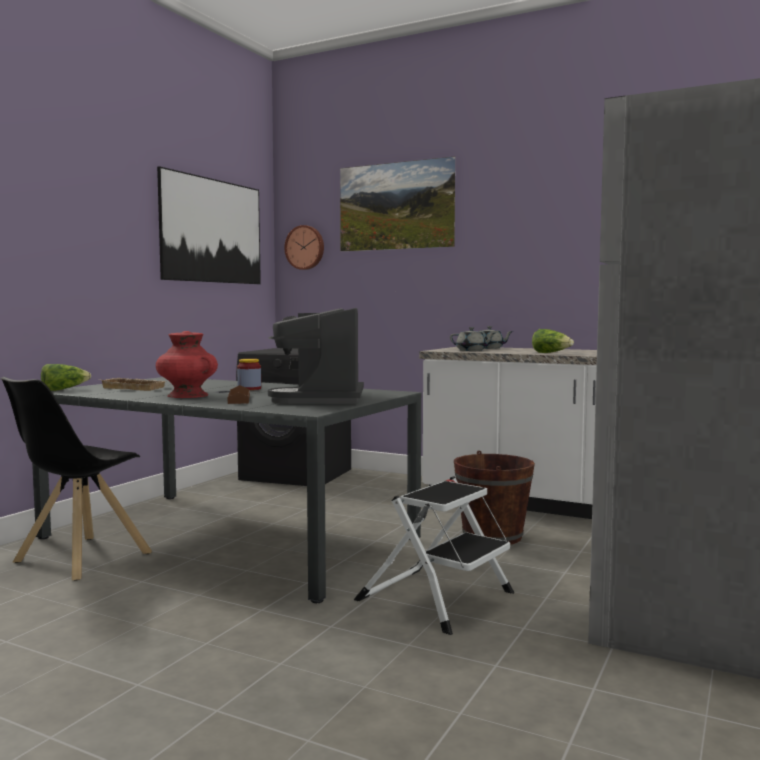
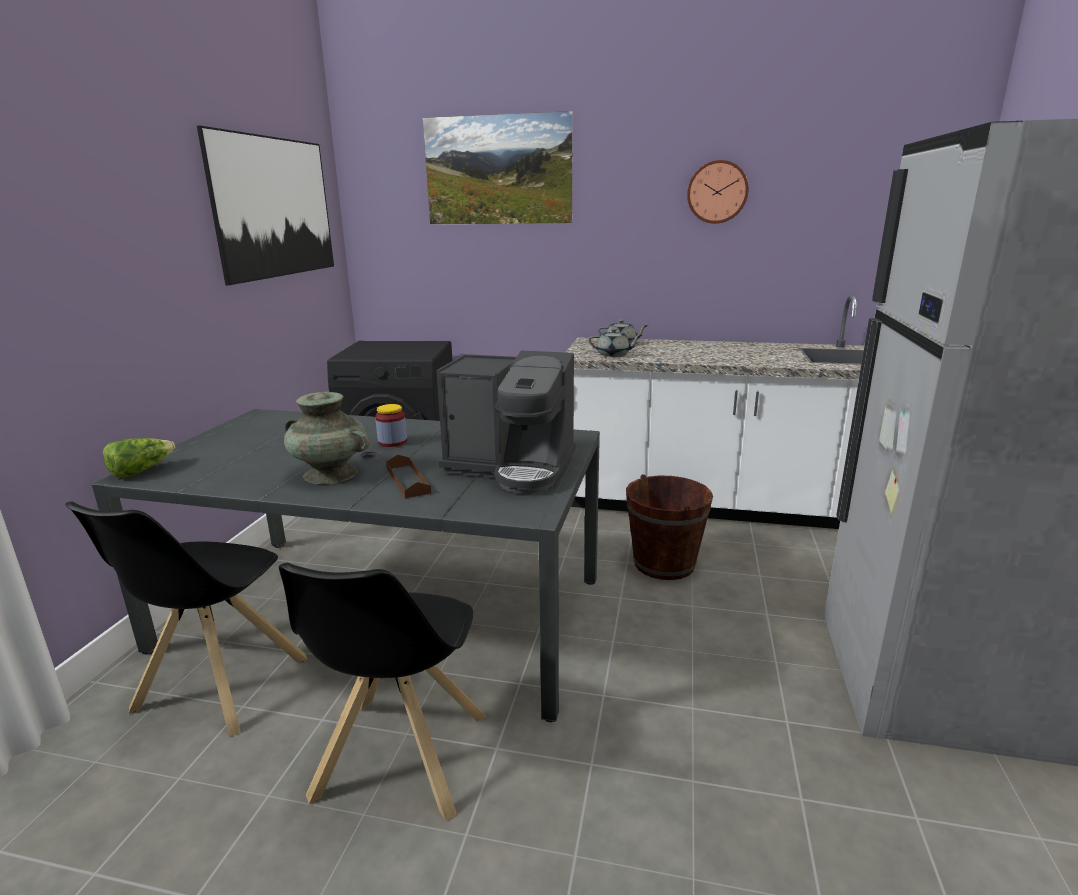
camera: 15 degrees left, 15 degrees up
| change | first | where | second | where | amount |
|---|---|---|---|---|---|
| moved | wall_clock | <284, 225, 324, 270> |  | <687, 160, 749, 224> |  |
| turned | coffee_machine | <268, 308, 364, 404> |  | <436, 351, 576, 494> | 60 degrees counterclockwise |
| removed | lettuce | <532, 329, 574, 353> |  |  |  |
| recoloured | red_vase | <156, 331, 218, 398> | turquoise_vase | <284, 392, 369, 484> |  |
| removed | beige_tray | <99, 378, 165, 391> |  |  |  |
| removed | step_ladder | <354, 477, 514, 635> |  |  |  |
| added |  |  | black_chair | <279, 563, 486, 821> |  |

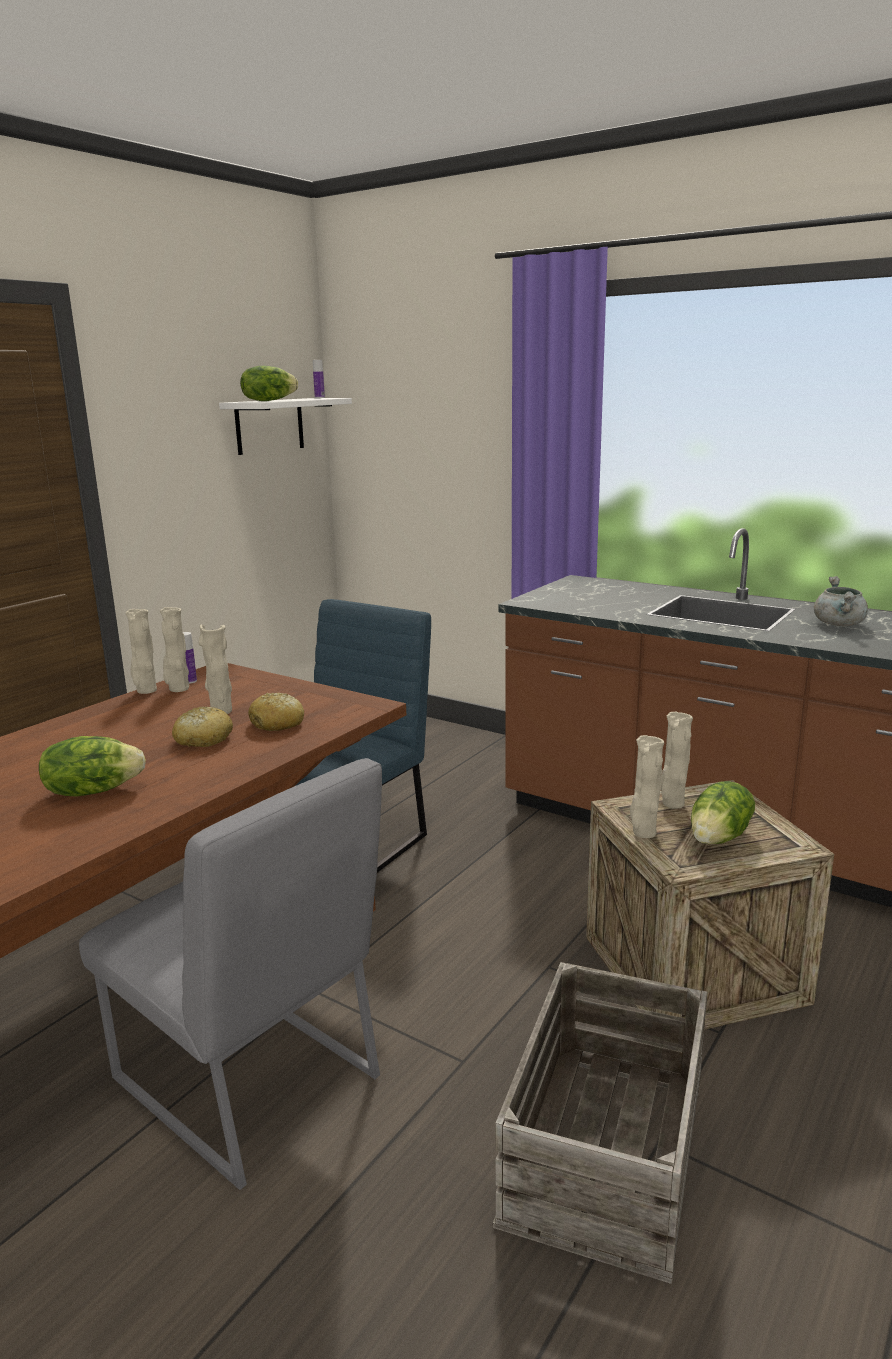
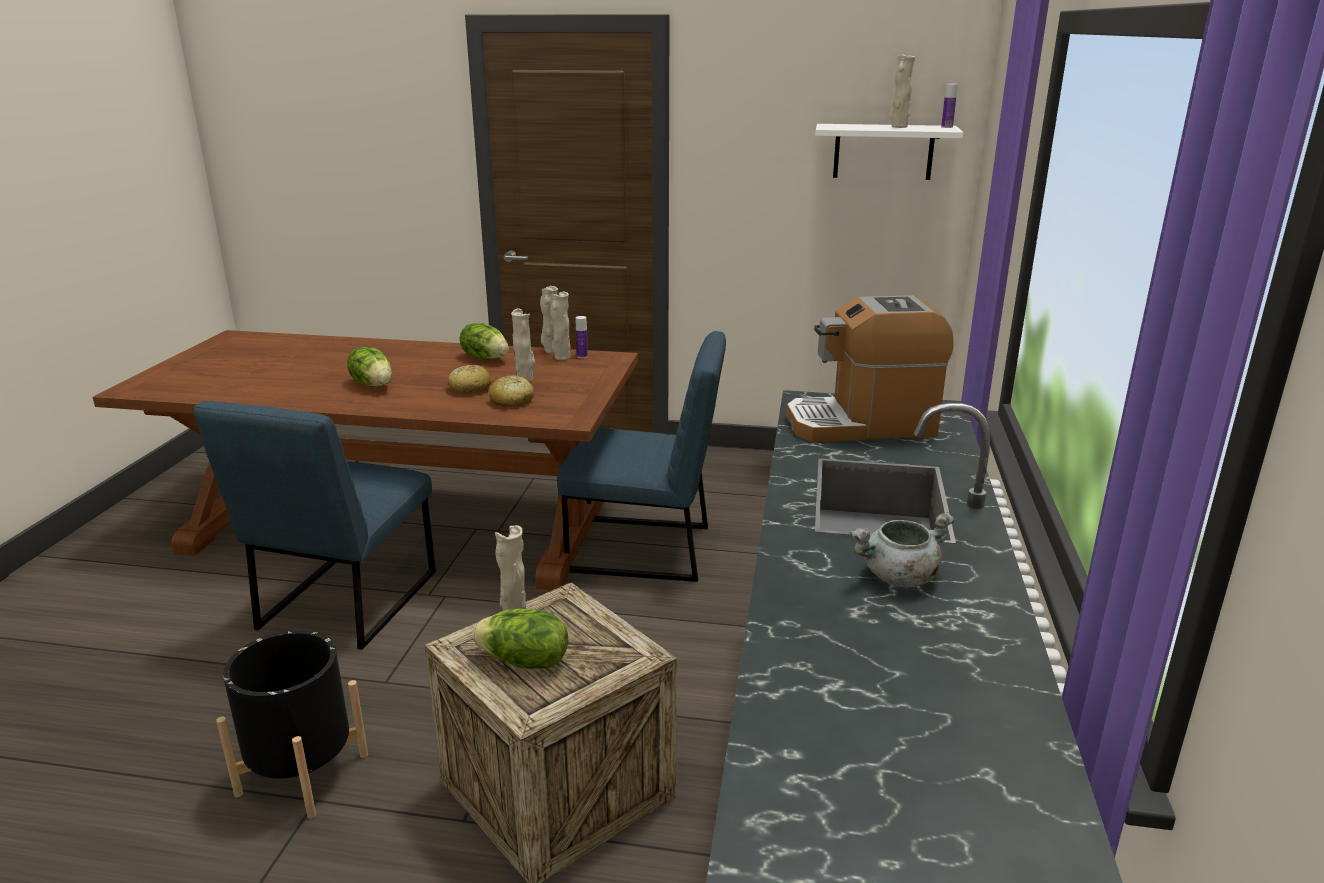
camera: 65 degrees right, 5 degrees up
| change | first | where | second | where | amount |
|---|---|---|---|---|---|
| moved | lettuce | <240, 366, 298, 401> |  | <460, 323, 509, 360> |  |
| moved | beige_vase | <661, 712, 693, 809> |  | <890, 54, 915, 128> |  |
| recoloured | grey_chair | <79, 758, 382, 1190> | blue_chair | <193, 401, 436, 650> |  |
| replaced | crate | <493, 962, 707, 1284> | black_planter | <216, 630, 368, 818> |  |
| added |  |  | coffee_machine | <786, 295, 954, 442> |  |

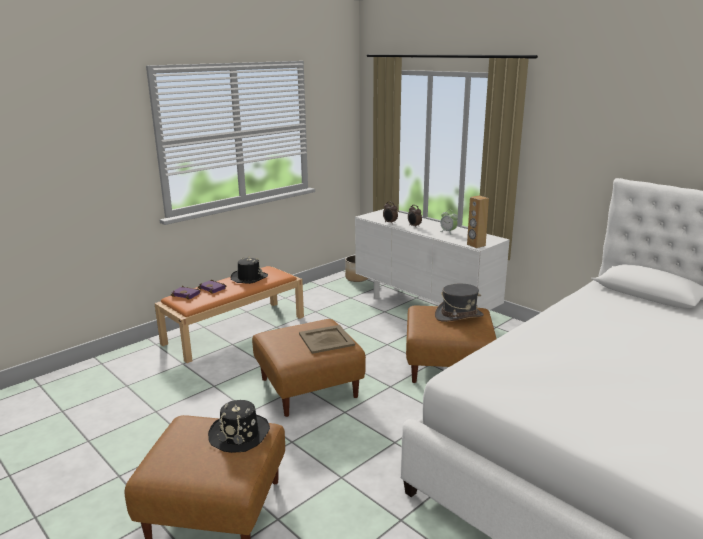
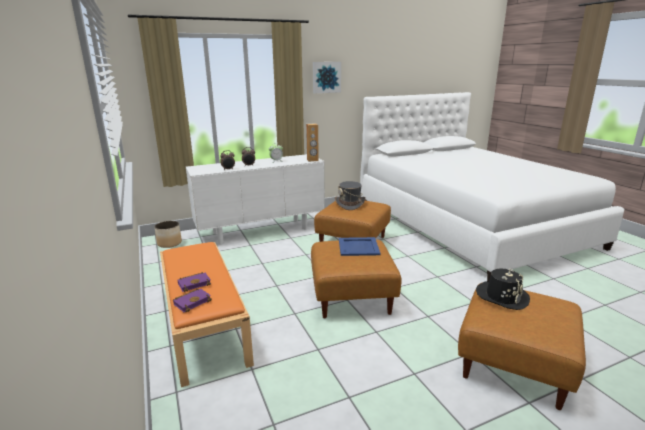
camera: 70 degrees left, 0 degrees up
| change | first | where | second | where | amount |
|---|---|---|---|---|---|
| removed | black_hat | <231, 257, 268, 284> |  |  |  |
| recoloured | beige_tray | <299, 325, 355, 354> | blue_tray | <339, 237, 381, 256> |  |
| added |  |  | picture | <313, 62, 341, 93> |  |

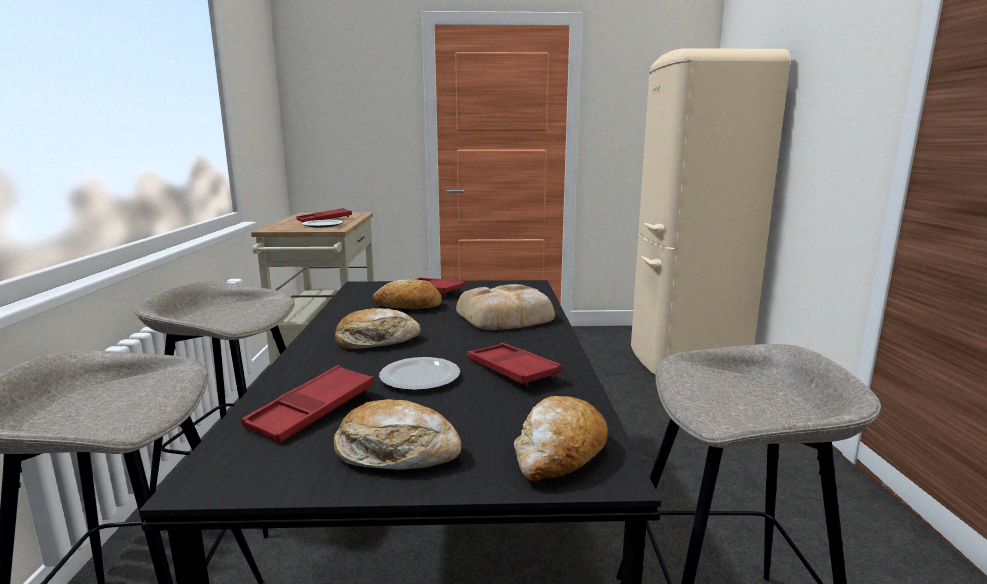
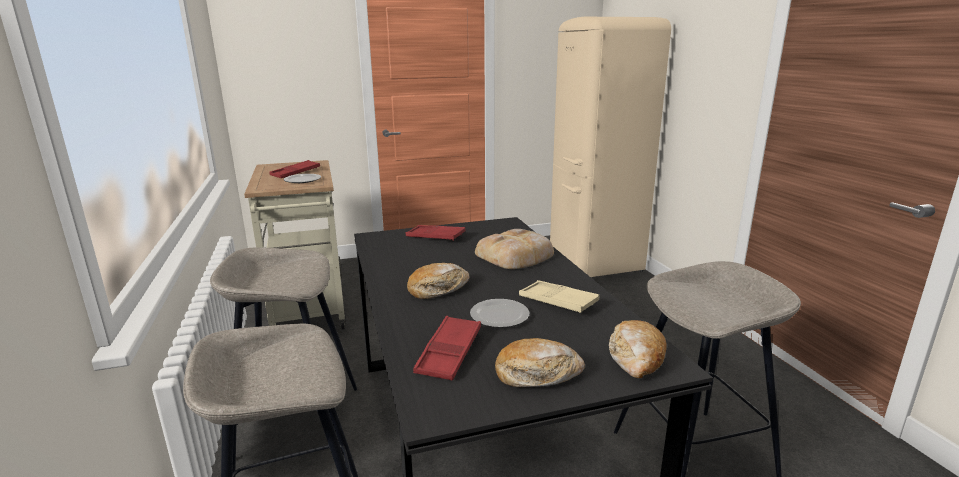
camera: 15 degrees left, 5 degrees up
| change | first | where | second | where | amount |
|---|---|---|---|---|---|
| removed | bread | <373, 280, 442, 309> |  |  |  |
| recoloured | red_tray | <467, 343, 562, 386> | beige_tray | <519, 280, 599, 313> |  |

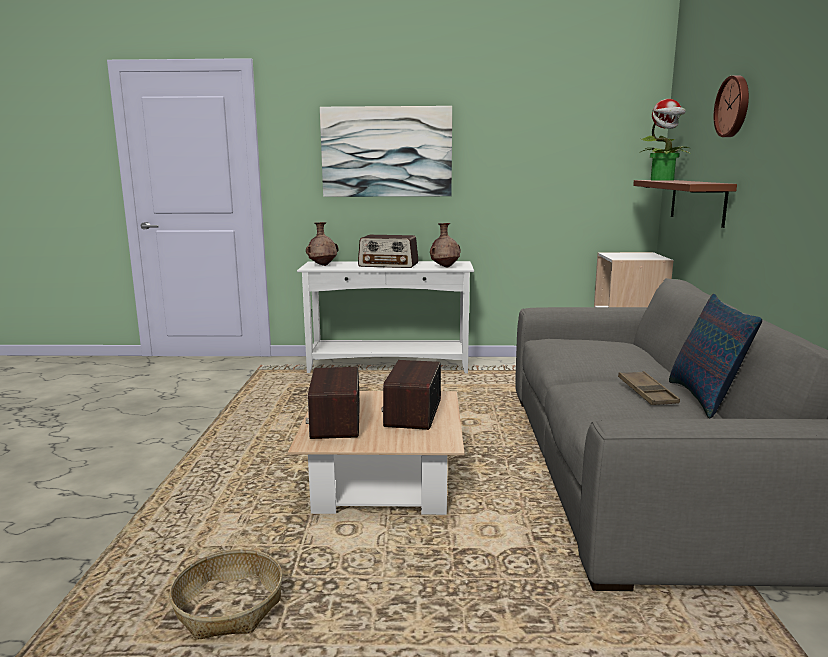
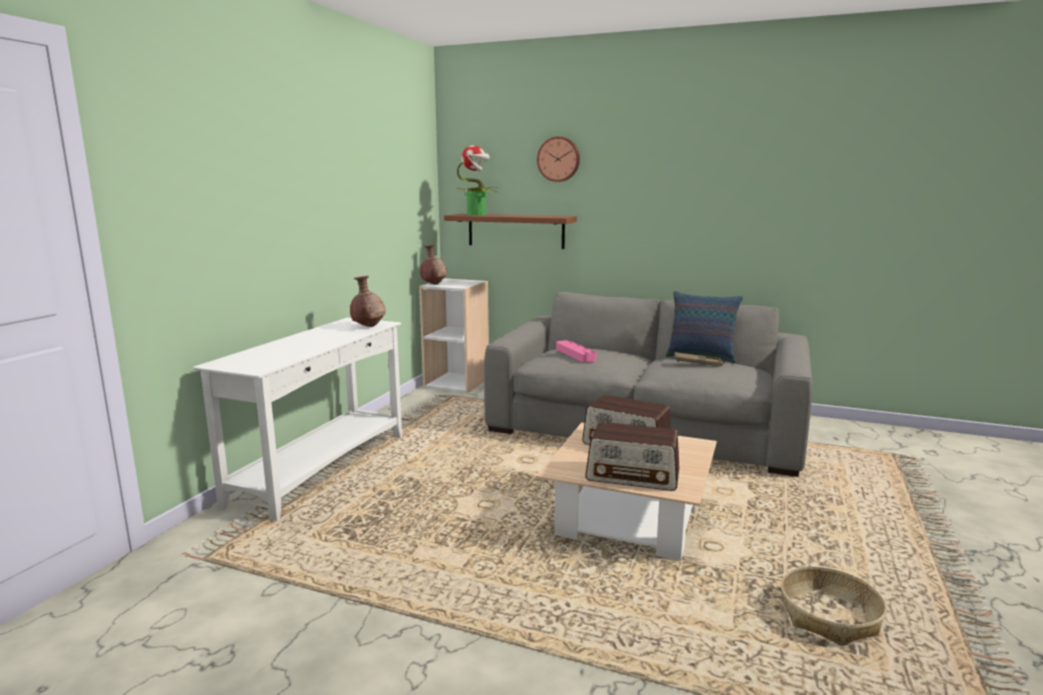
camera: 70 degrees left, 0 degrees up
| change | first | where | second | where | amount |
|---|---|---|---|---|---|
| removed | picture | <320, 106, 452, 197> |  |  |  |
| moved | brown_vase | <306, 222, 338, 266> |  | <420, 245, 447, 285> |  |
| removed | radio | <358, 235, 419, 268> |  |  |  |
| added |  |  | pink_tray | <556, 340, 597, 362> |  |

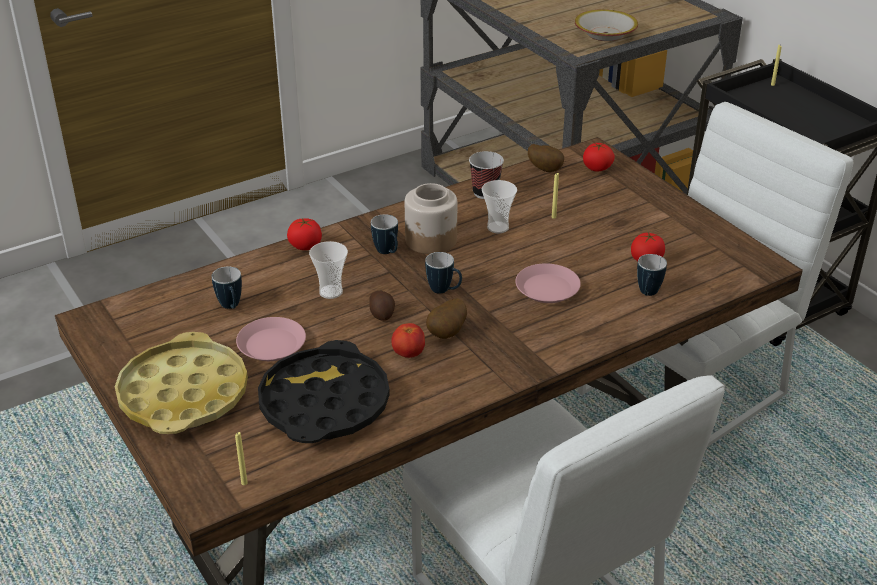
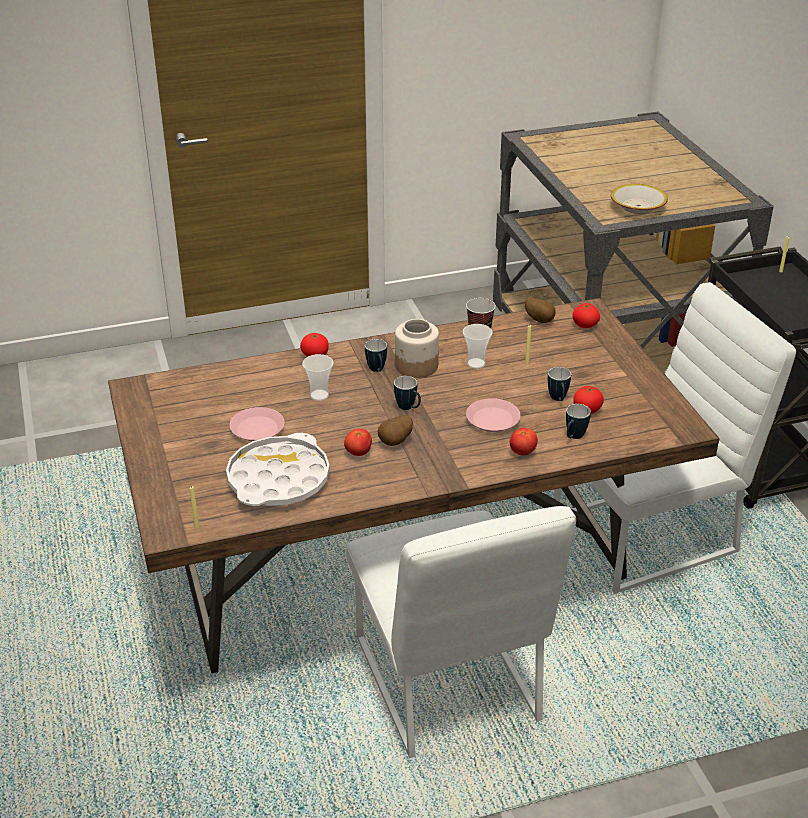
camera: 15 degrees right, 0 degrees up
| change | first | where | second | where | amount |
|---|---|---|---|---|---|
| moved | mug | <212, 266, 242, 309> |  | <548, 367, 571, 401> |  |
| removed | potato | <369, 291, 395, 321> |  |  |  |
| removed | yellow_tray | <115, 332, 248, 434> |  |  |  |
| recoloured | black_tray | <258, 340, 390, 443> | white_tray | <226, 433, 330, 506> |  |
| added |  |  | tomato | <510, 428, 538, 456> |  |

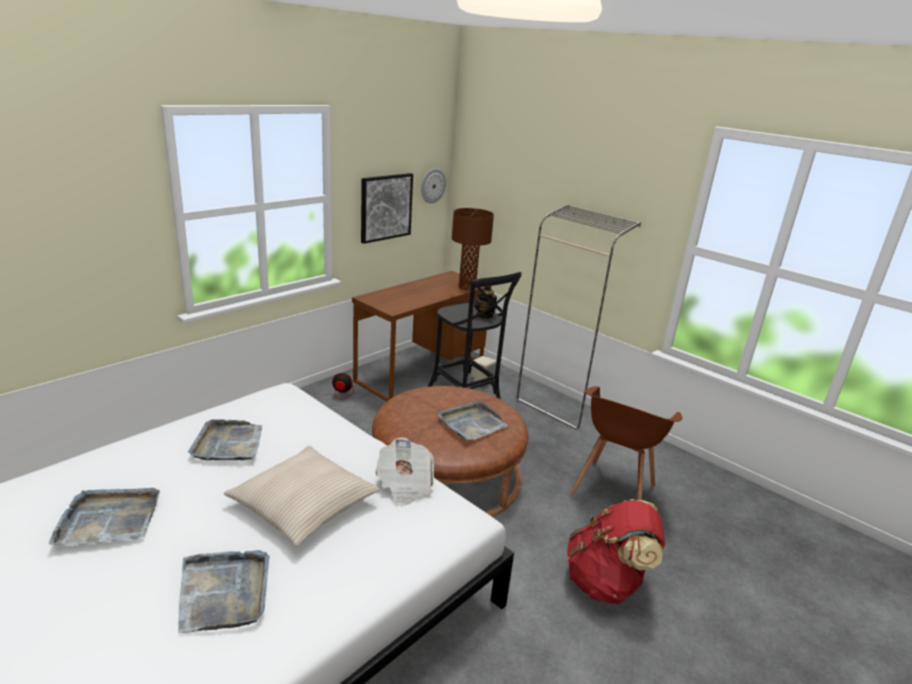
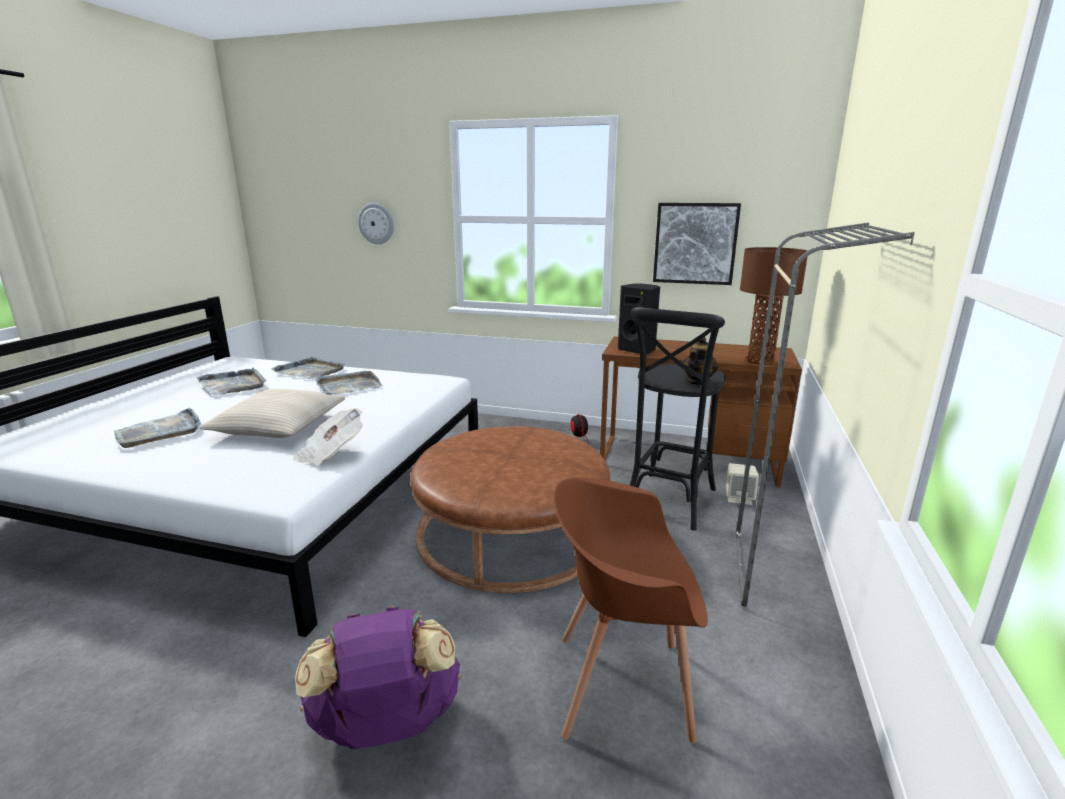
camera: 65 degrees right, 5 degrees down
| change | first | where | second | where | amount |
|---|---|---|---|---|---|
| moved | wall_clock | <421, 168, 446, 204> |  | <358, 203, 394, 244> |  |
| moved | grey_tray | <438, 401, 508, 441> |  | <271, 356, 345, 379> |  |
| recoloured | red_backpack | <567, 499, 665, 604> | purple_backpack | <295, 606, 461, 749> |  |
| added |  |  | black_speaker | <618, 284, 660, 354> |  |

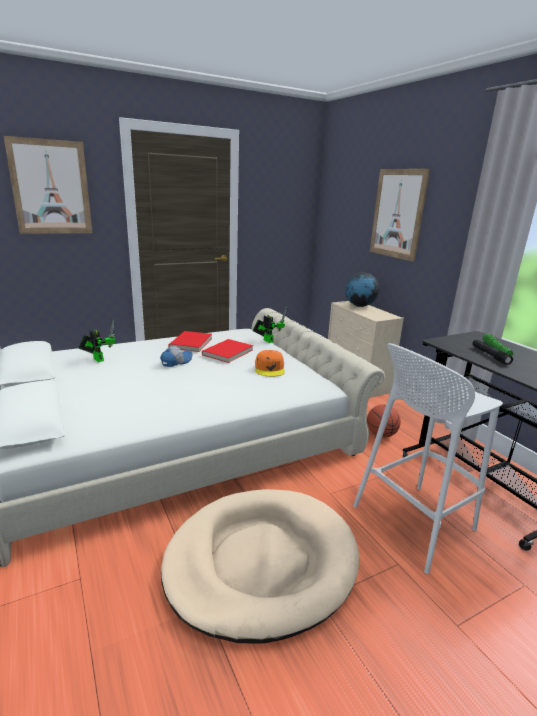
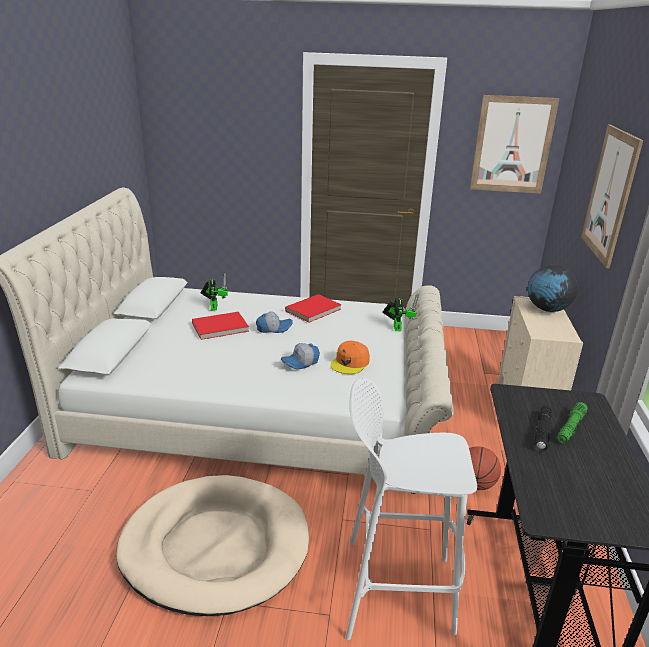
camera: 35 degrees right, 5 degrees up
| change | first | where | second | where | amount |
|---|---|---|---|---|---|
| moved | picture | <4, 136, 92, 234> |  | <470, 95, 560, 194> |  |
| moved | red_book | <202, 339, 253, 363> |  | <192, 312, 249, 340> |  |
| added |  |  | cap | <281, 343, 320, 370> |  |

